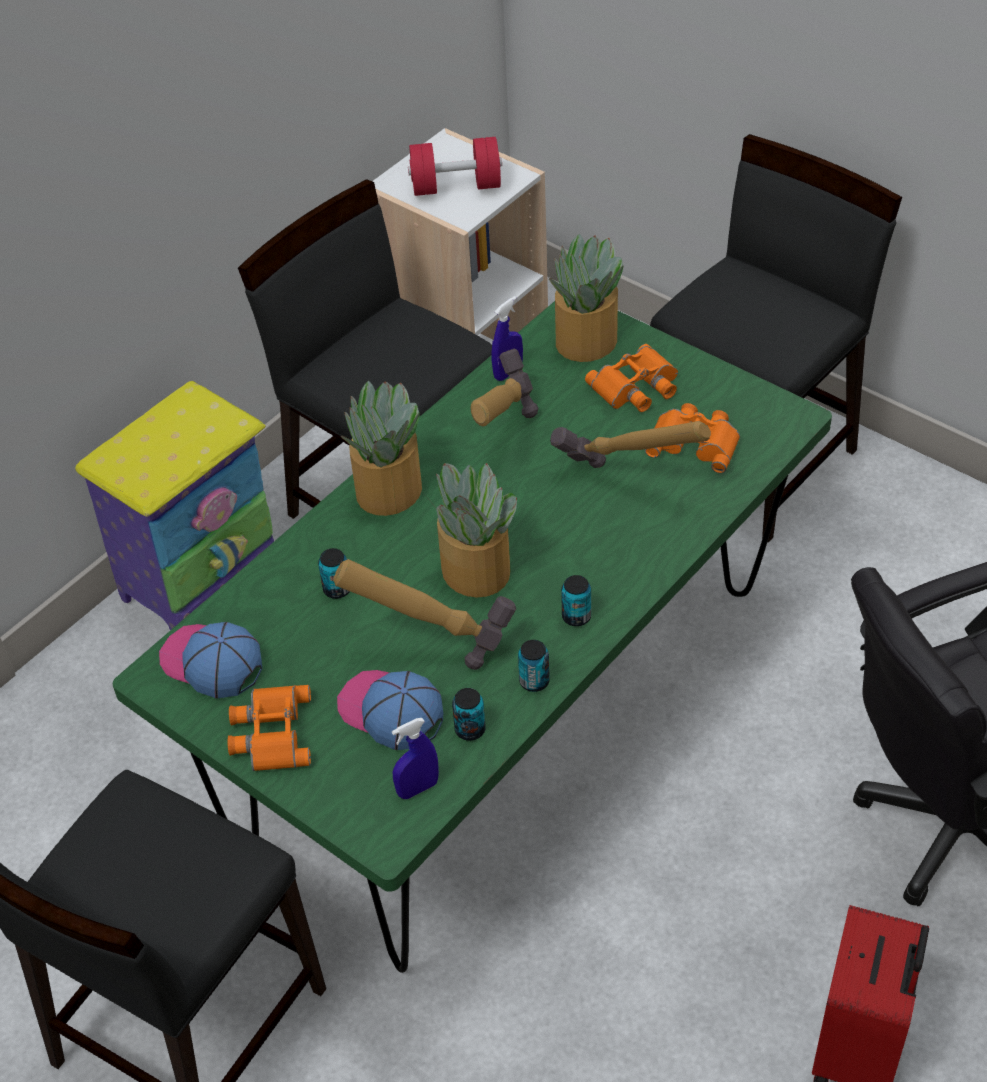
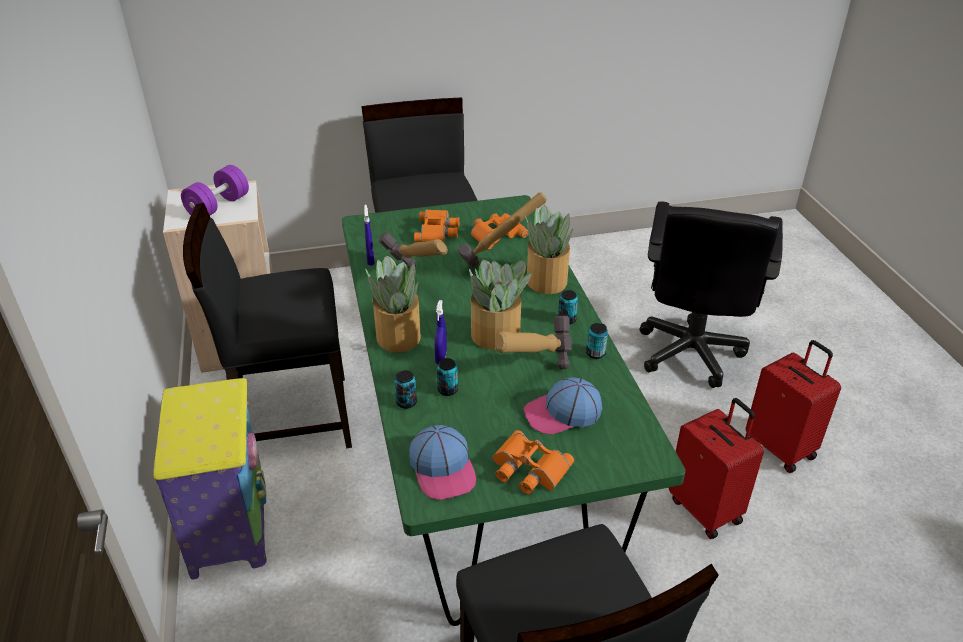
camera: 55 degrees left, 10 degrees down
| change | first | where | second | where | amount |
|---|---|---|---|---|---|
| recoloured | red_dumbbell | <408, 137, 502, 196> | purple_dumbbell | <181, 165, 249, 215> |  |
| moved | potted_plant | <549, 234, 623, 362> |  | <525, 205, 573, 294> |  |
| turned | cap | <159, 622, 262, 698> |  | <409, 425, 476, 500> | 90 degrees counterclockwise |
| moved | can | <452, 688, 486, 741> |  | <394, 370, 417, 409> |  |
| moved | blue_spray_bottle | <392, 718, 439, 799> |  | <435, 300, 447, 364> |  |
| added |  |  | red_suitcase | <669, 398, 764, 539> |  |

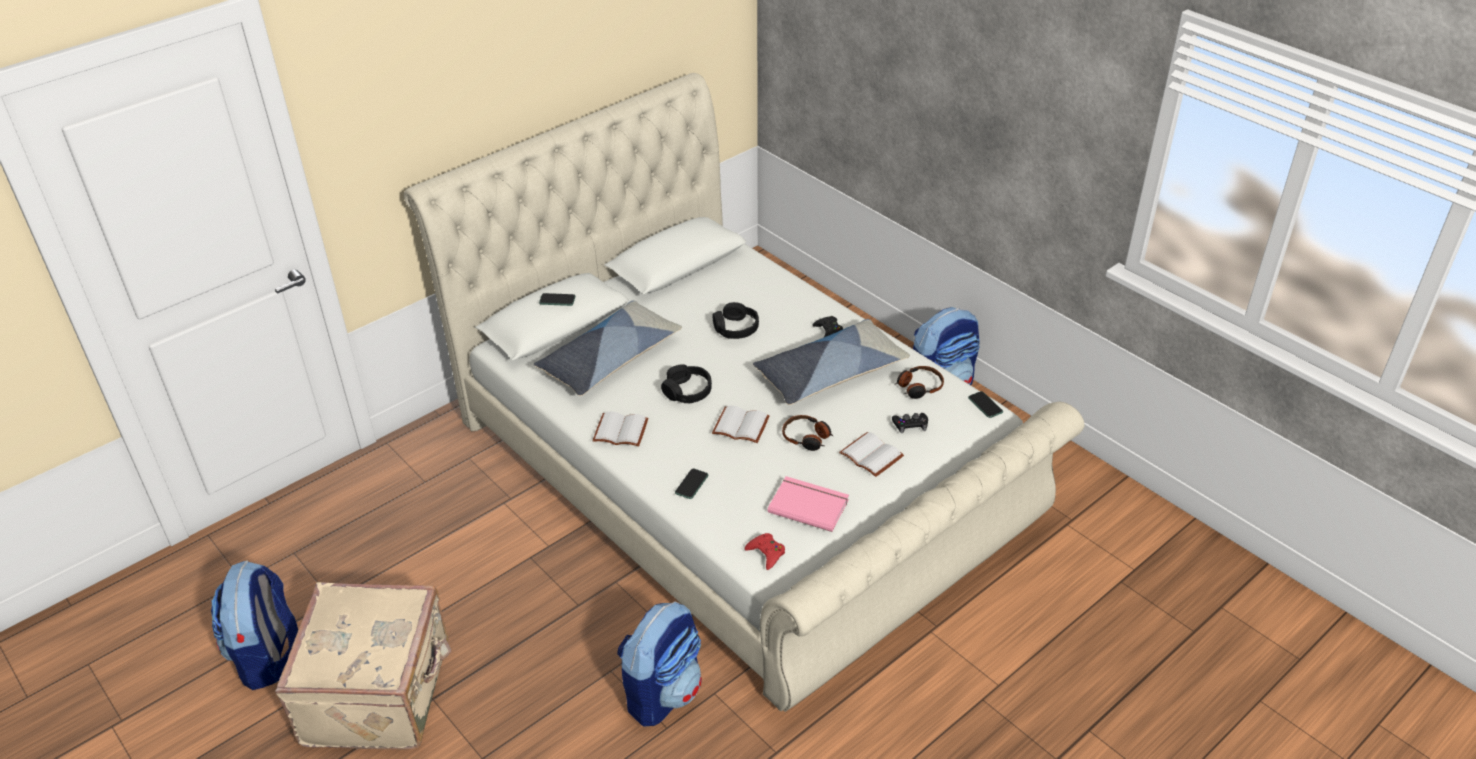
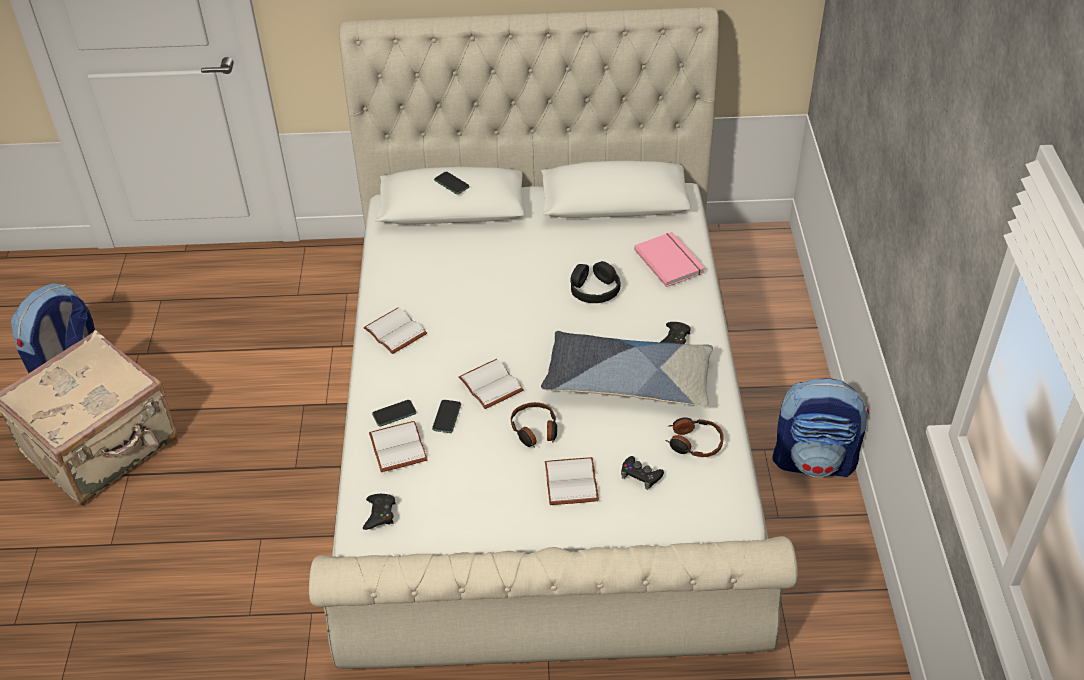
camera: 40 degrees right, 5 degrees up
| change | first | where | second | where | amount |
|---|---|---|---|---|---|
| removed | pillow | <534, 301, 682, 396> |  |  |  |
| removed | black_headphones | <661, 364, 712, 403> |  |  |  |
| moved | phone | <968, 391, 1003, 418> |  | <432, 400, 461, 433> |  |
| moved | pink_book | <768, 476, 849, 532> |  | <634, 232, 705, 287> |  |
| recoloured | red_game_controller | <745, 533, 785, 570> | black_game_controller | <363, 494, 396, 530> |  |
| removed | backpack | <617, 602, 702, 727> |  |  |  |
| added |  |  | white_book | <369, 421, 428, 472> |  |

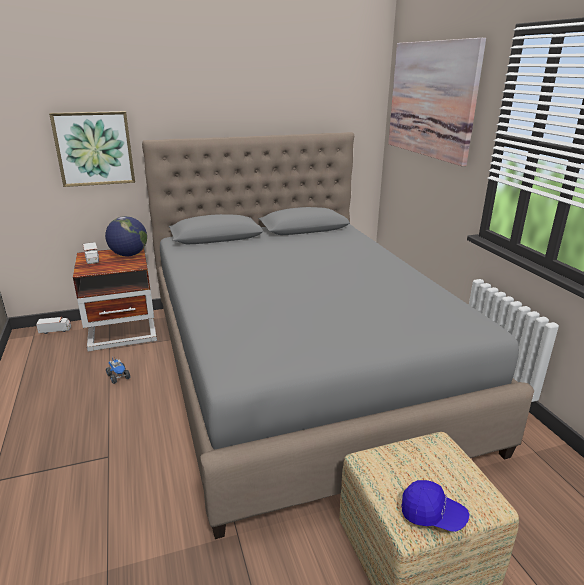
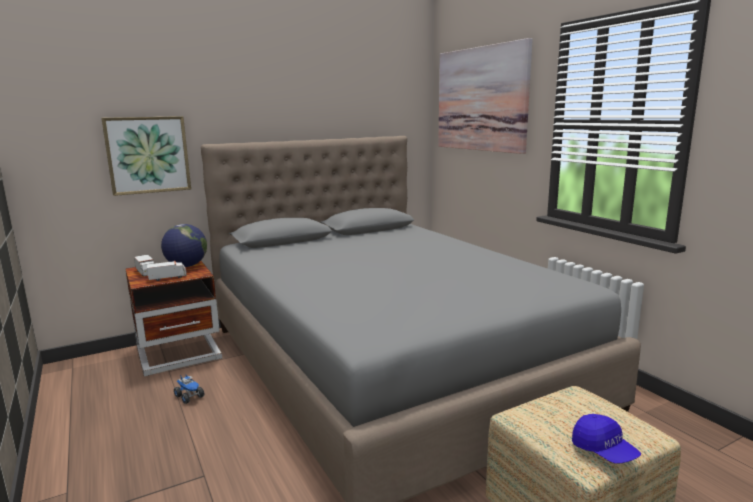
camera: 10 degrees left, 10 degrees down
| change | first | where | second | where | amount |
|---|---|---|---|---|---|
| moved | toy_truck | <36, 317, 71, 334> |  | <147, 261, 187, 281> |  |
| turned | blue_cap | <401, 480, 469, 532> |  | <572, 414, 641, 464> | 45 degrees clockwise |

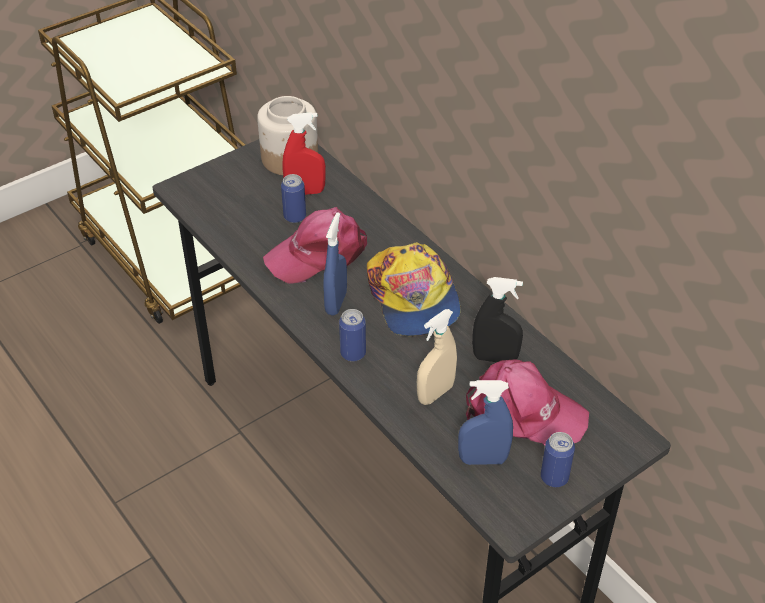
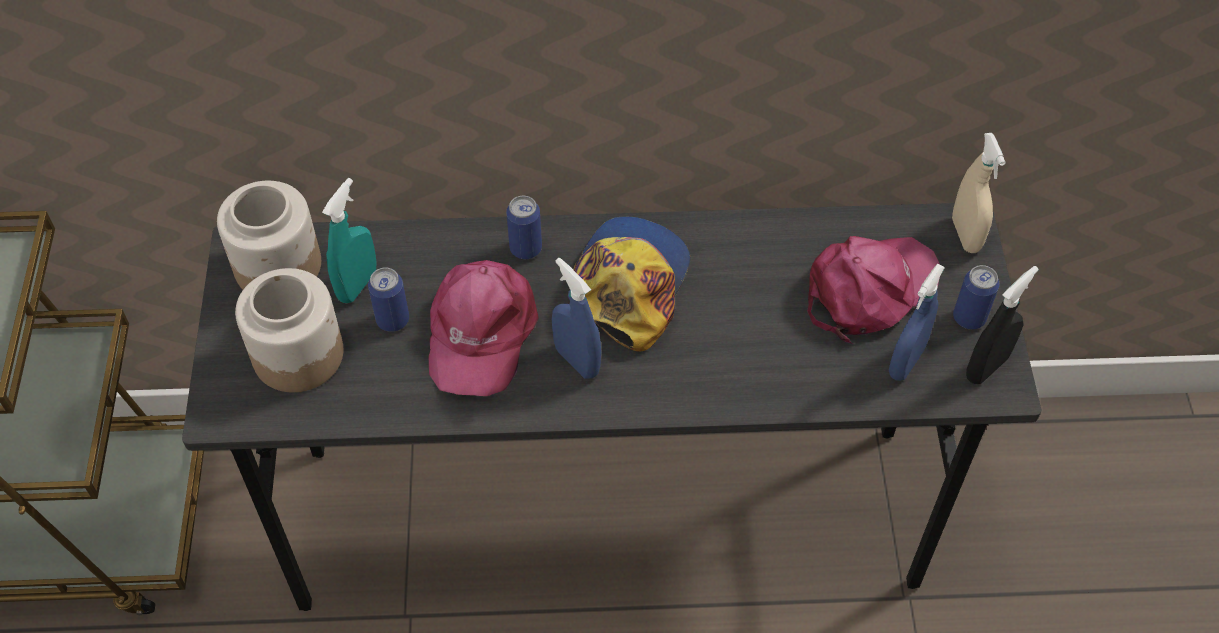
camera: 55 degrees left, 10 degrees up
| change | first | where | second | where | amount |
|---|---|---|---|---|---|
| recoloured | red_spray_bottle | <283, 112, 326, 195> | turquoise_spray_bottle | <322, 178, 377, 303> |  |
| turned | cap | <367, 242, 460, 336> |  | <573, 217, 690, 351> | 90 degrees counterclockwise |
| moved | black_spray_bottle | <472, 277, 523, 362> |  | <966, 266, 1039, 384> |  |
| moved | can | <339, 309, 366, 362> |  | <506, 196, 542, 259> |  |
| moved | beige_spray_bottle | <417, 309, 457, 405> |  | <952, 133, 1006, 253> |  |
| added |  |  | jar | <235, 268, 343, 392> |  |

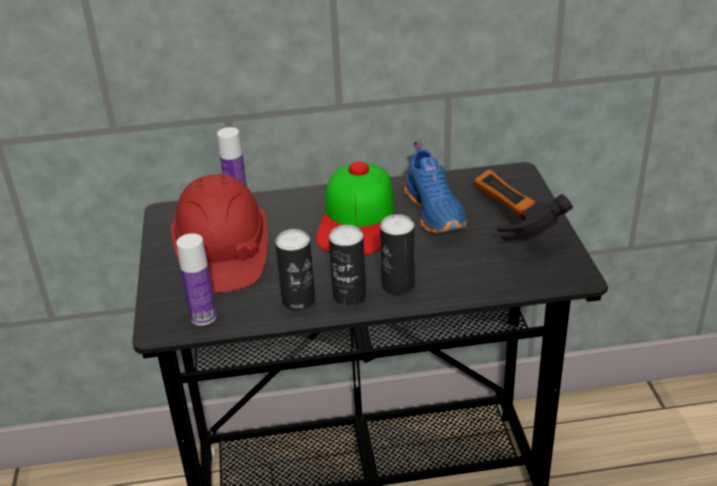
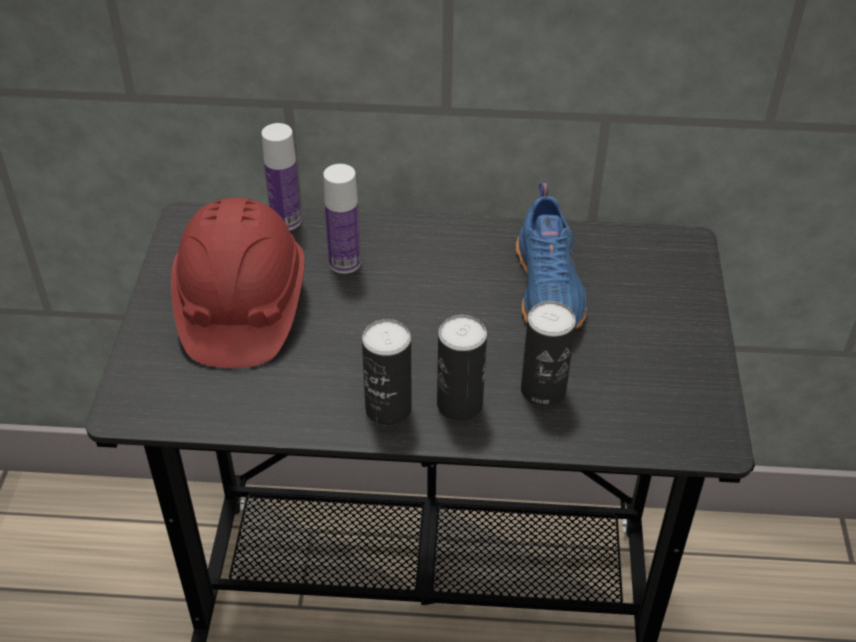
camera: 10 degrees right, 10 degrees up
| change | first | where | second | where | amount |
|---|---|---|---|---|---|
| removed | cap | <316, 162, 395, 255> |  |  |  |
| removed | hammer | <474, 169, 573, 241> |  |  |  |
| moved | can | <275, 229, 315, 311> |  | <521, 301, 576, 407> |  |
| moved | bottle | <176, 233, 217, 326> |  | <323, 164, 361, 274> |  |

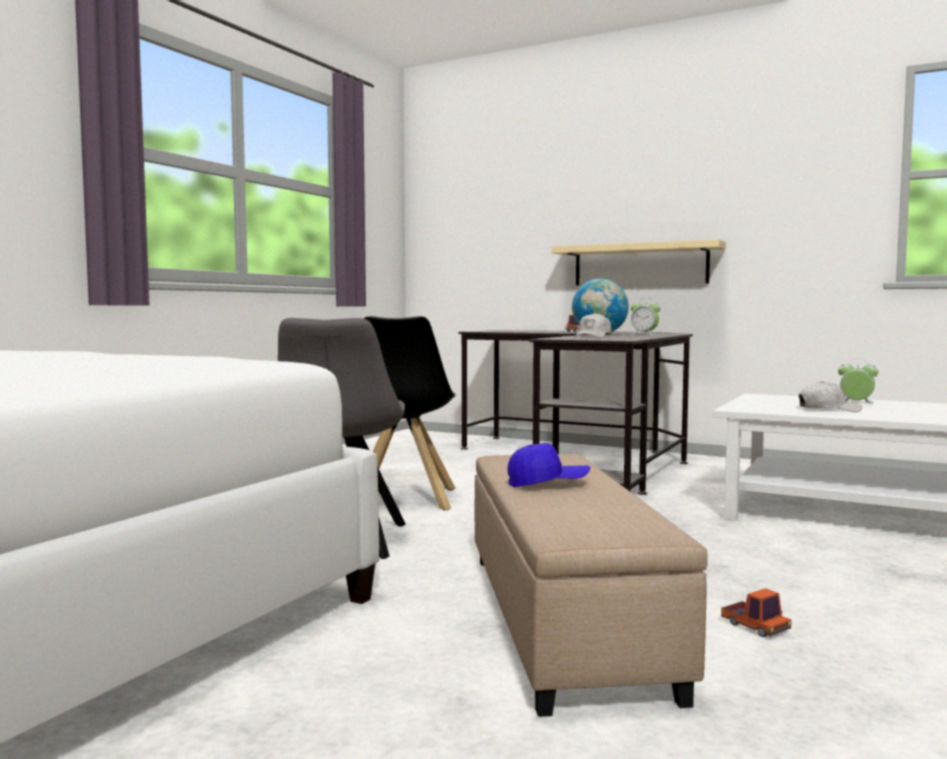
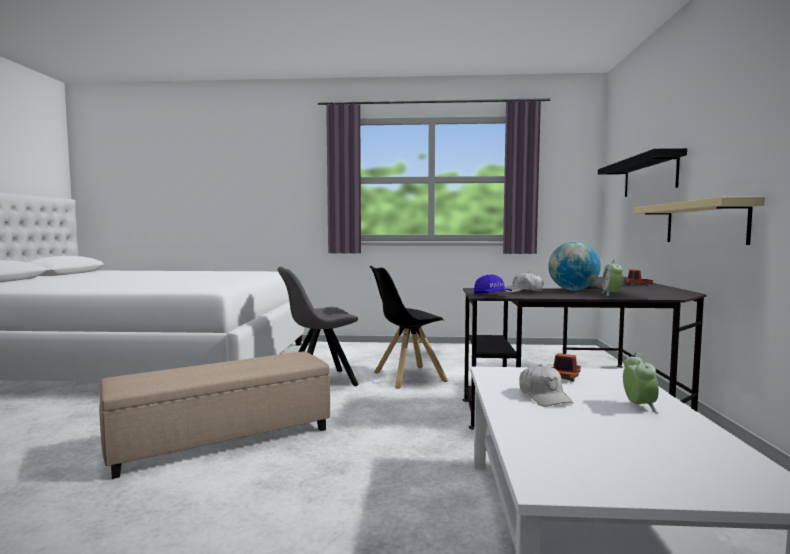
camera: 65 degrees right, 0 degrees up
| change | first | where | second | where | amount |
|---|---|---|---|---|---|
| moved | blue_cap | <508, 443, 590, 487> |  | <474, 274, 512, 294> |  |
| moved | toy_truck | <721, 588, 792, 637> |  | <552, 353, 581, 382> |  |
| added |  |  | black_shelf | <598, 148, 687, 197> |  |

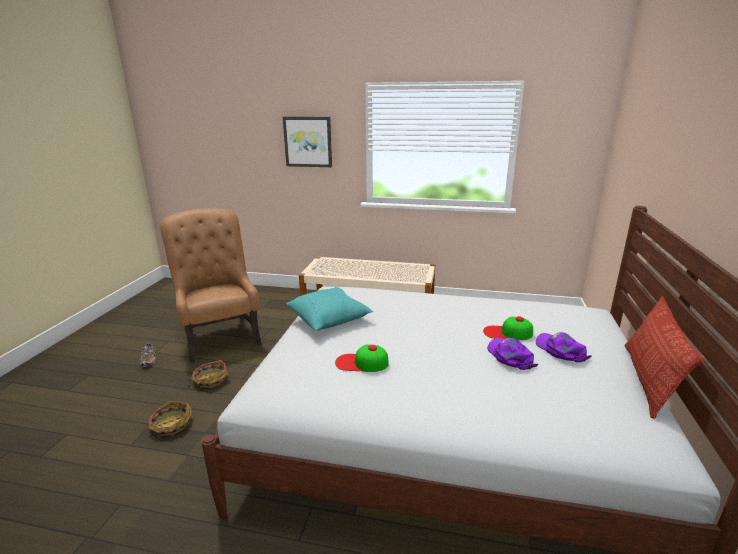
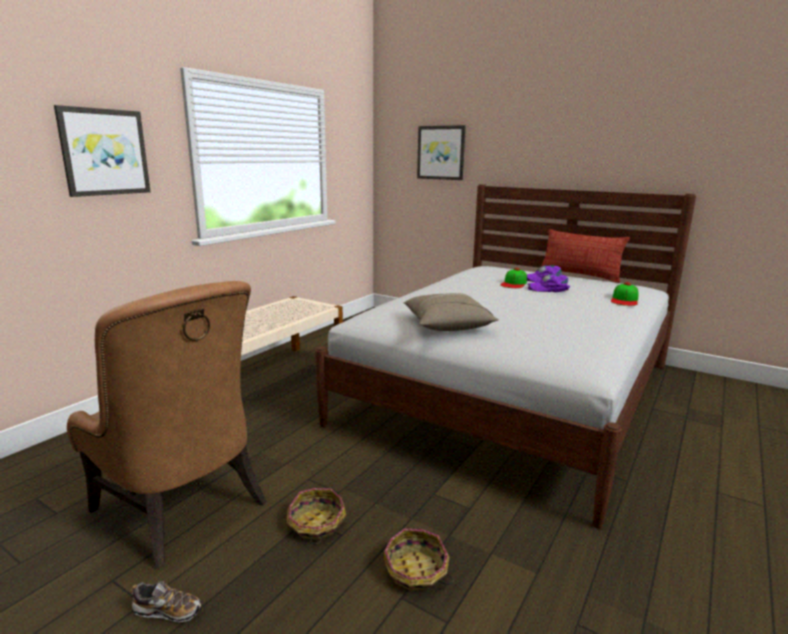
camera: 70 degrees left, 5 degrees down
| change | first | where | second | where | amount |
|---|---|---|---|---|---|
| turned | brown_chair | <160, 209, 262, 363> |  | <67, 281, 266, 569> | 135 degrees counterclockwise |
| recoloured | turquoise_pillow | <286, 287, 373, 330> | beige_pillow | <403, 293, 499, 331> |  |
| moved | cap | <335, 344, 388, 372> |  | <611, 282, 638, 306> |  |
| added |  |  | picture | <417, 125, 466, 180> |  |

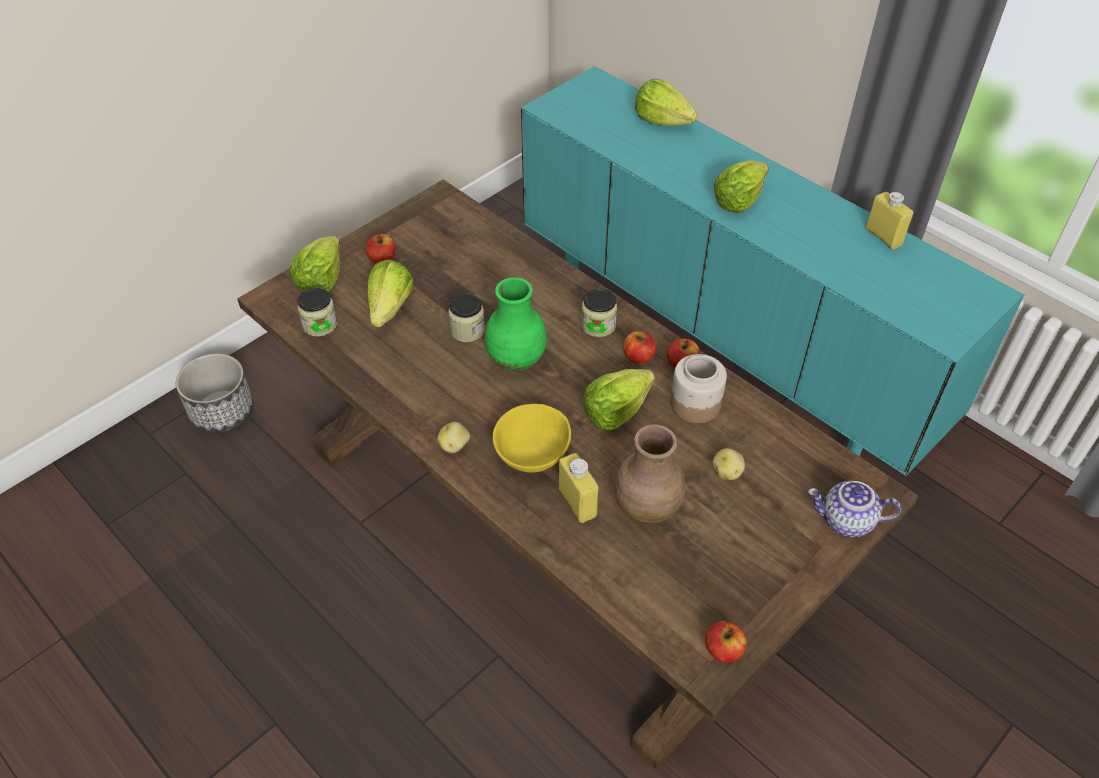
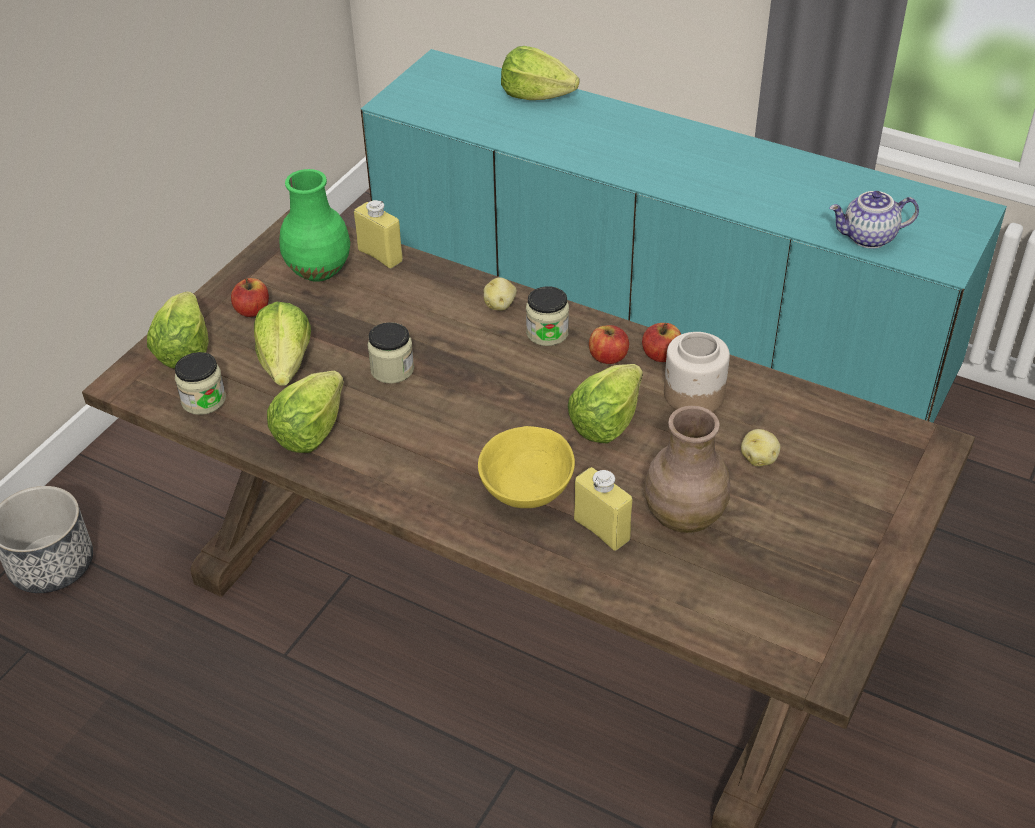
camera: 15 degrees left, 5 degrees down
| change | first | where | second | where | amount |
|---|---|---|---|---|---|
| moved | lettuce | <714, 160, 769, 213> |  | <267, 371, 344, 453> |  |
| moved | yellow_bottle | <865, 192, 913, 250> |  | <354, 200, 403, 268> |  |
| moved | green_vase | <484, 277, 547, 371> |  | <279, 169, 350, 282> |  |
| moved | potato | <437, 422, 470, 453> |  | <484, 278, 517, 311> |  |
| moved | teapot | <808, 481, 902, 537> |  | <829, 191, 919, 249> |  |
| removed | apple | <705, 621, 747, 663> |  |  |  |

